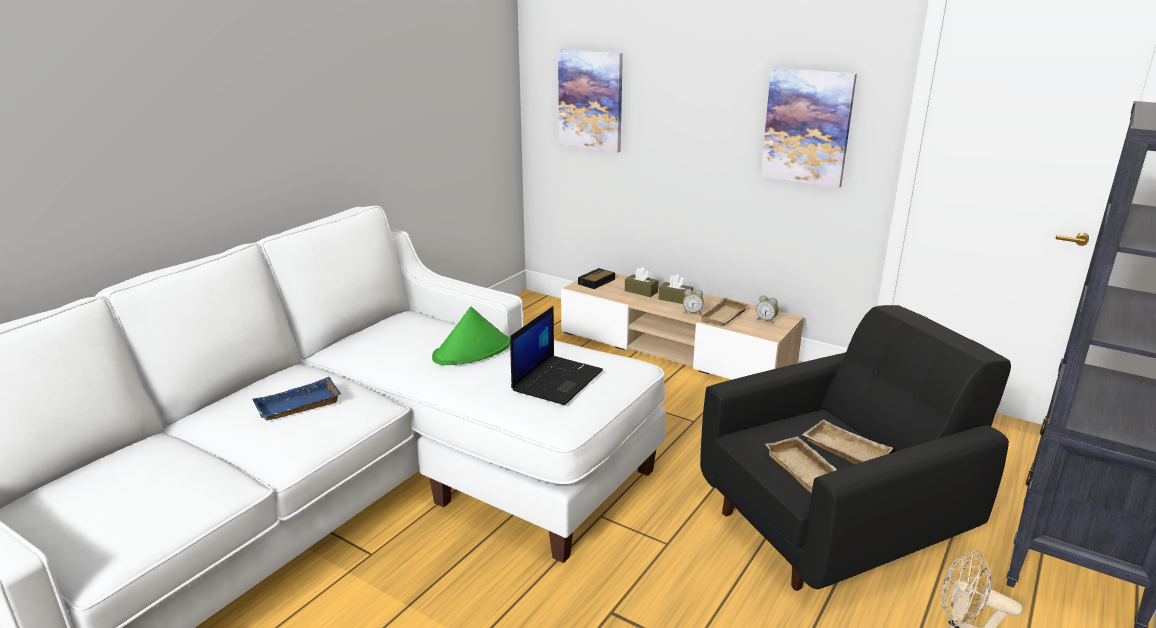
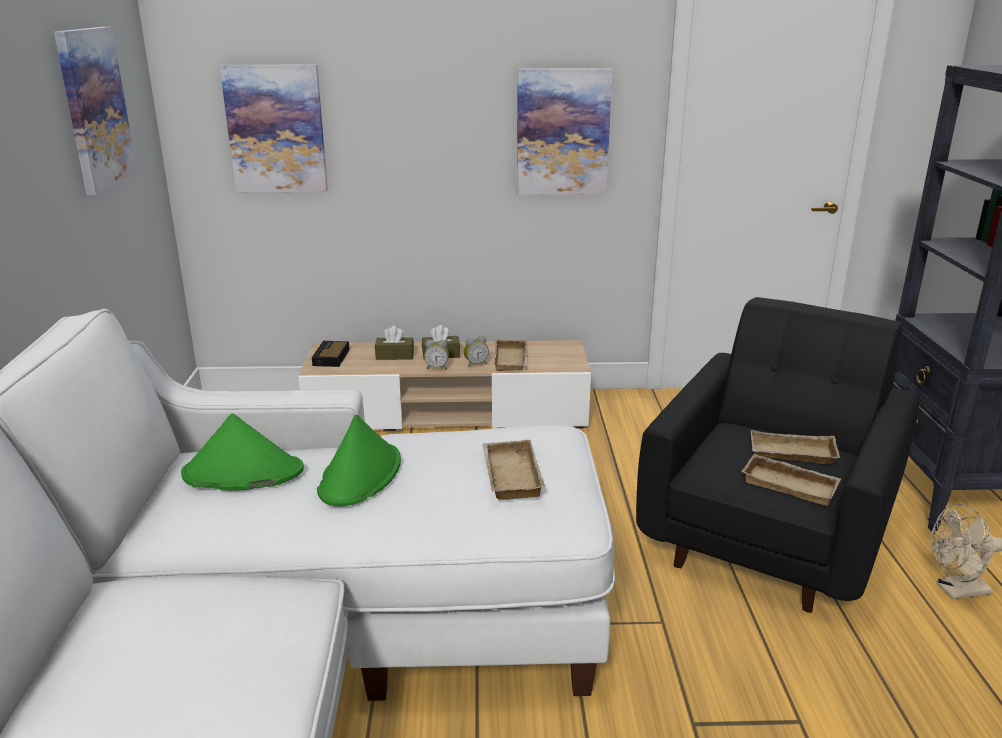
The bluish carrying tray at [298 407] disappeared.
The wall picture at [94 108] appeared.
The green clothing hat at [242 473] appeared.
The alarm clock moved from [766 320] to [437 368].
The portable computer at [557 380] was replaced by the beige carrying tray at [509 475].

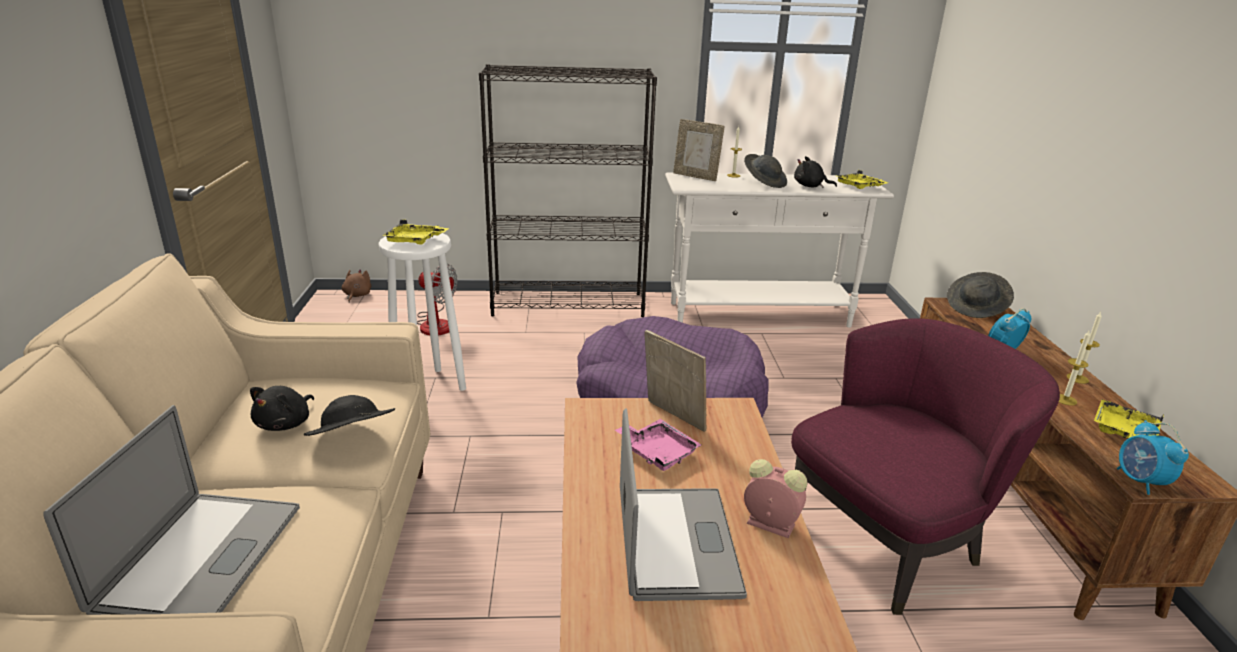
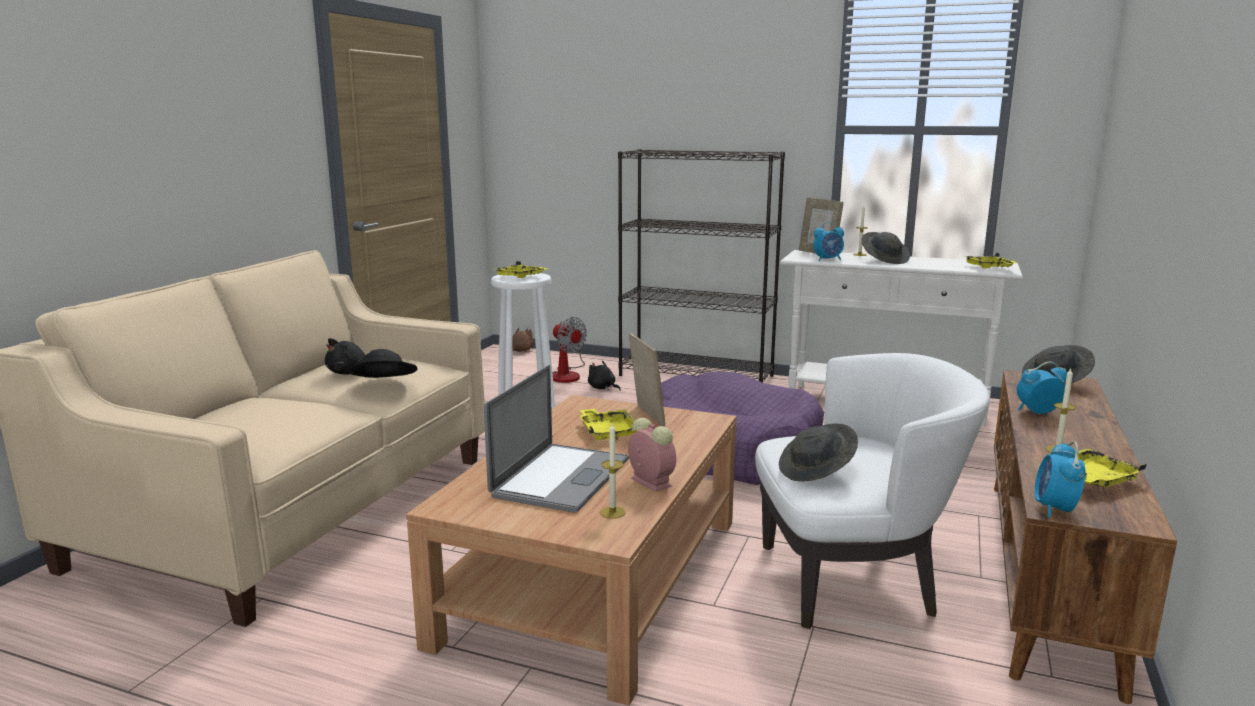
The portable computer at [201 557] disappeared.
The grey clothing hat at [817 471] appeared.
The alarm clock at [828 260] appeared.
The black-coloured soft toy moved from [810 186] to [602 388].
The wax candle moved from [1077 378] to [612 512].
The pink carrying tray at [657 452] became the yellow-coloured carrying tray at [608 432].
The purplish lounge chair at [889 542] became the white-coloured lounge chair at [852 581].

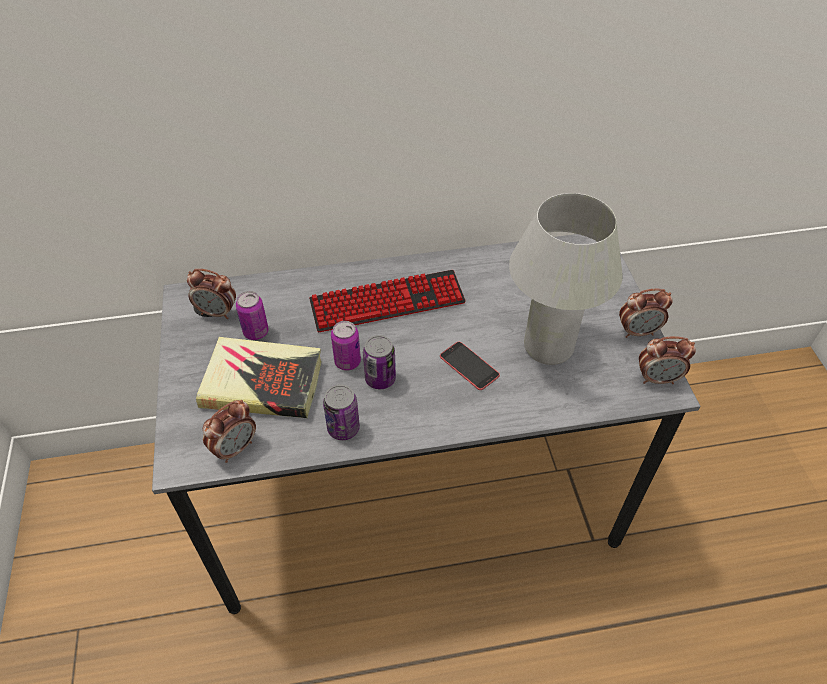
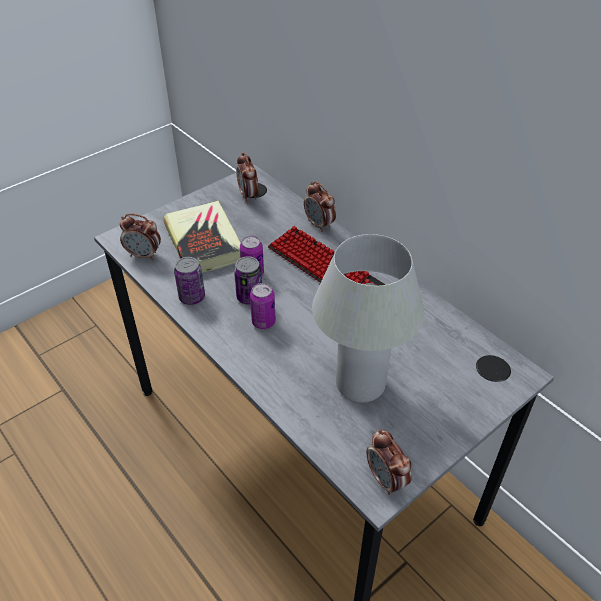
The phone at [469 366] disappeared.
The metal can moved from [256 332] to [263 322].
The alarm clock moved from [638 331] to [319 225].

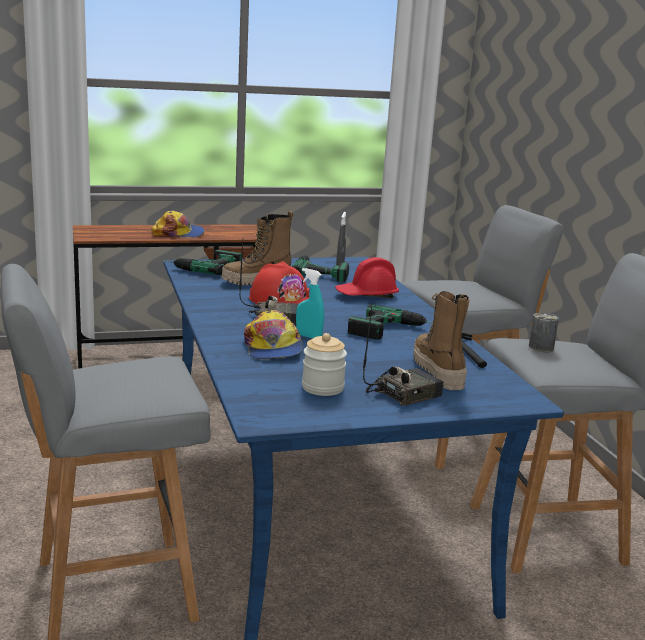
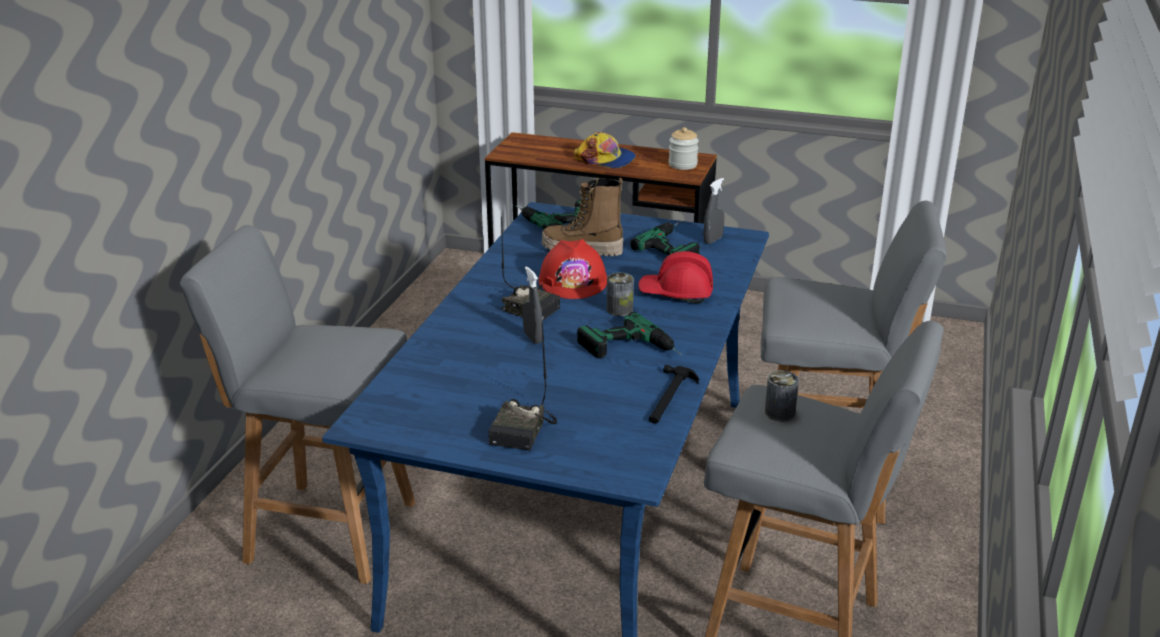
The baseball cap at [272 348] disappeared.
The high-top boot at [437 371] disappeared.
The metal can at [619 309] appeared.
The preserve jar moved from [322 388] to [682 165].
The blue-green sprayer at [308 336] became the grey sprayer at [533 338].
The radio at [403 393] turned 105 degrees clockwise.

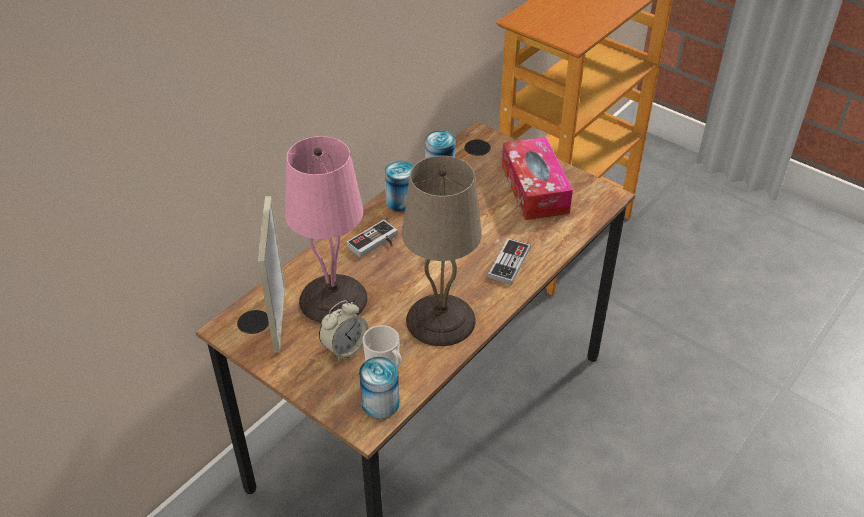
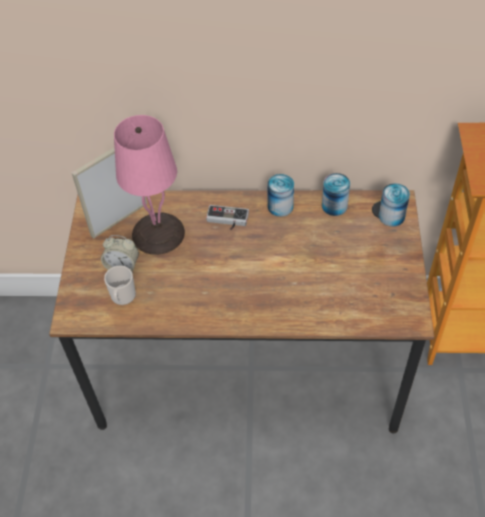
The beige tabletop lamp at [439 320] disappeared.
The gamepad at [509 263] disappeared.
The box of tissues at [534 189] disappeared.
The metal can moved from [380 403] to [391 216].

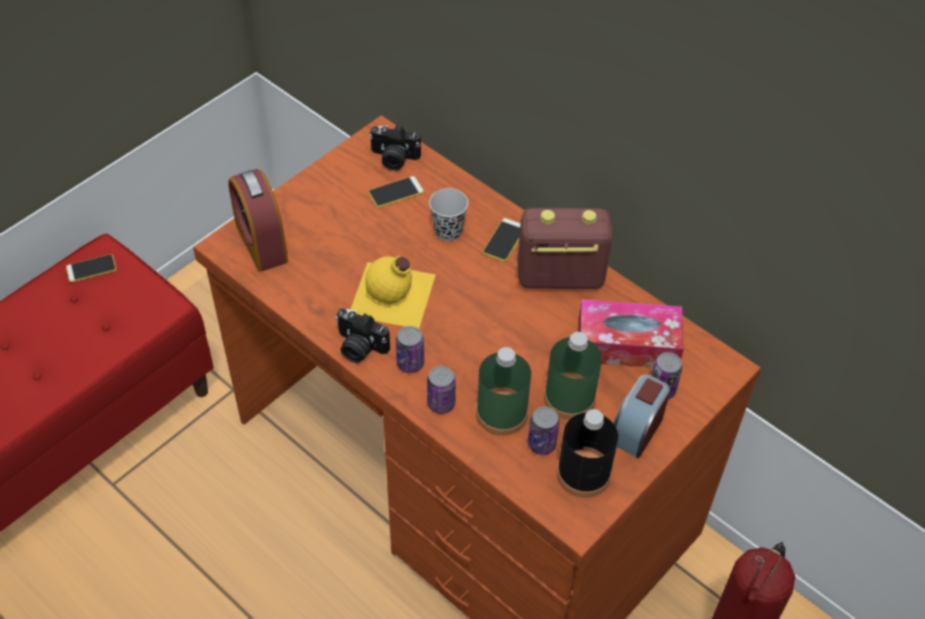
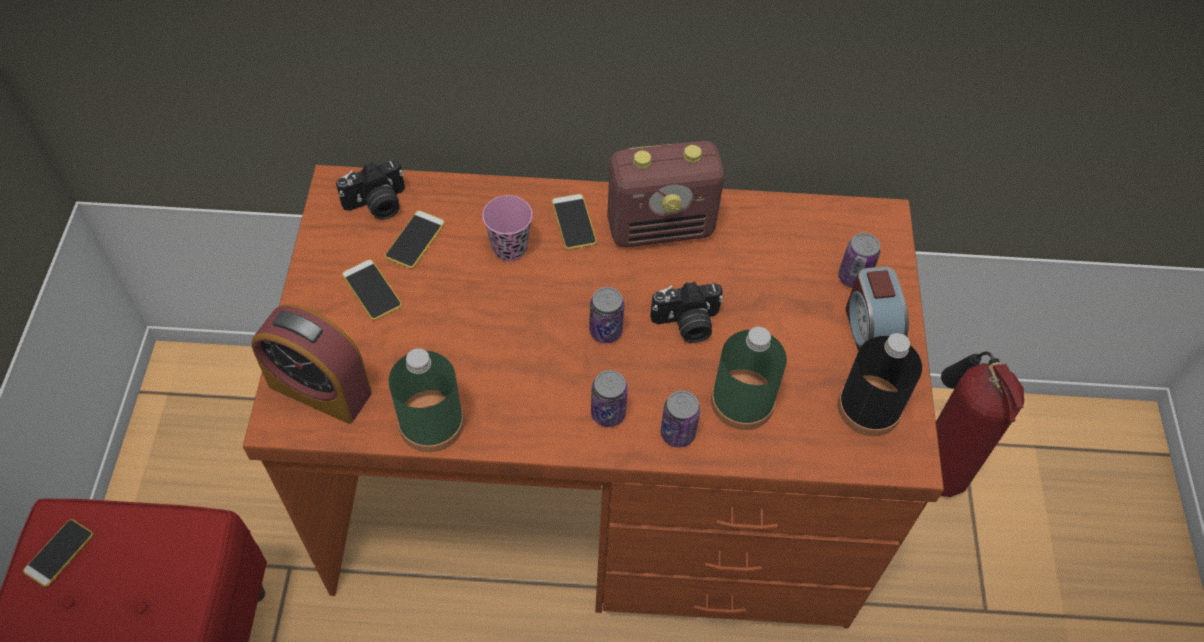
The yellow-coloured bottle at [393 296] disappeared.
The box of tissues at [627 344] disappeared.
The phone at [372 290] appeared.
The still camera moved from [359 347] to [687 324].
The metal can moved from [541 444] to [605 331].
The green bottle moved from [569 398] to [431 423].
The black-coloured cup at [448 231] became the pink cup at [509 248].
The radio at [559 278] turned 150 degrees counterclockwise.

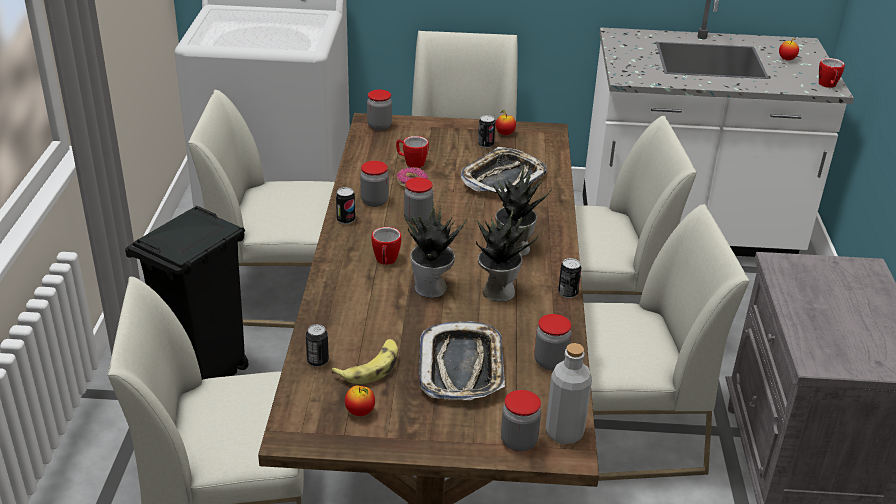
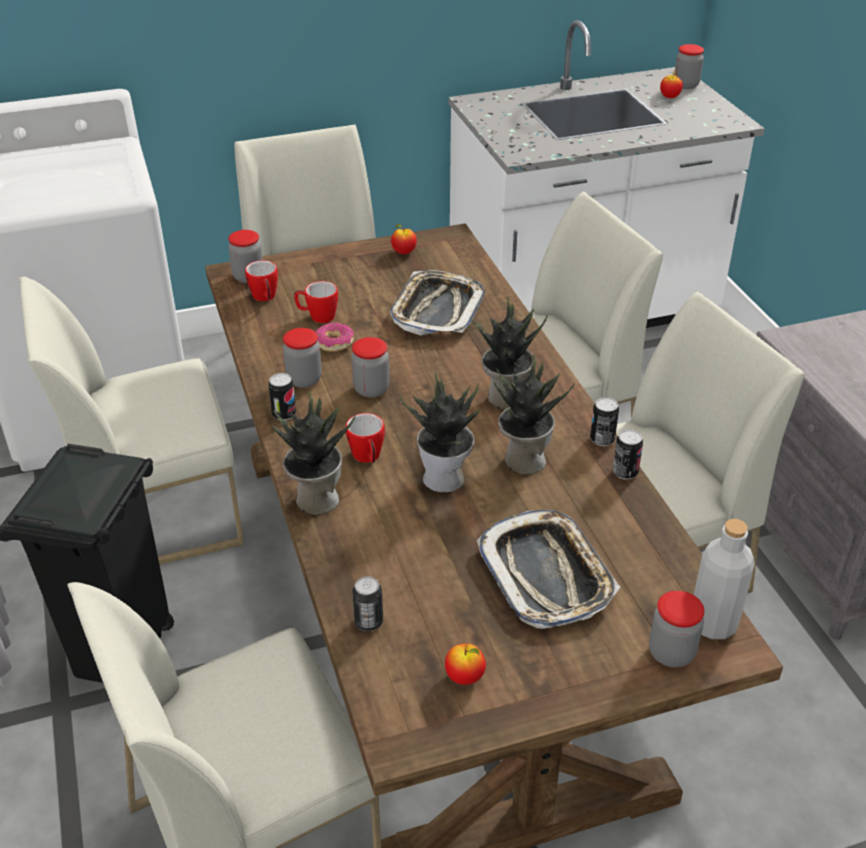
The banana fruit at [370 367] disappeared.
The plant in a pot at [315 500] appeared.
The metal can moved from [485 144] to [625 472].
The preserve jar moved from [550 362] to [686 85].
The tea mug moved from [828 86] to [265 298].

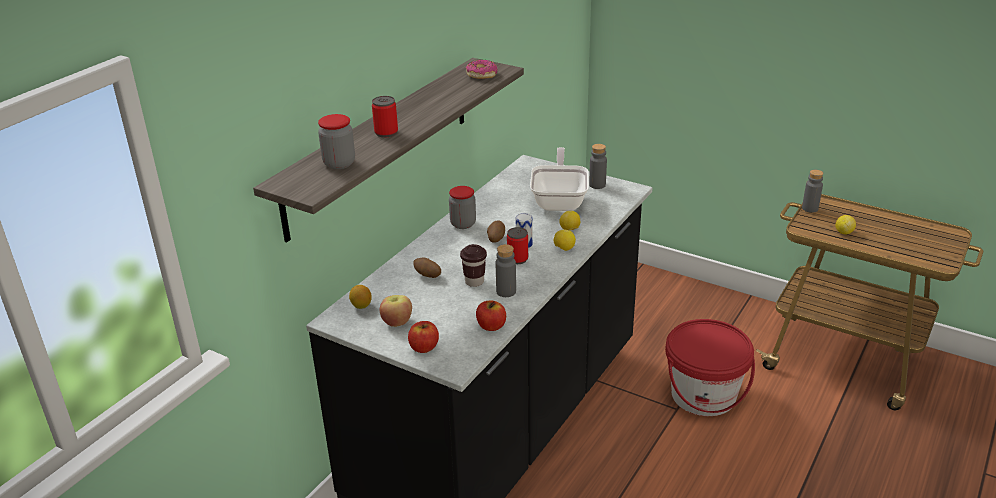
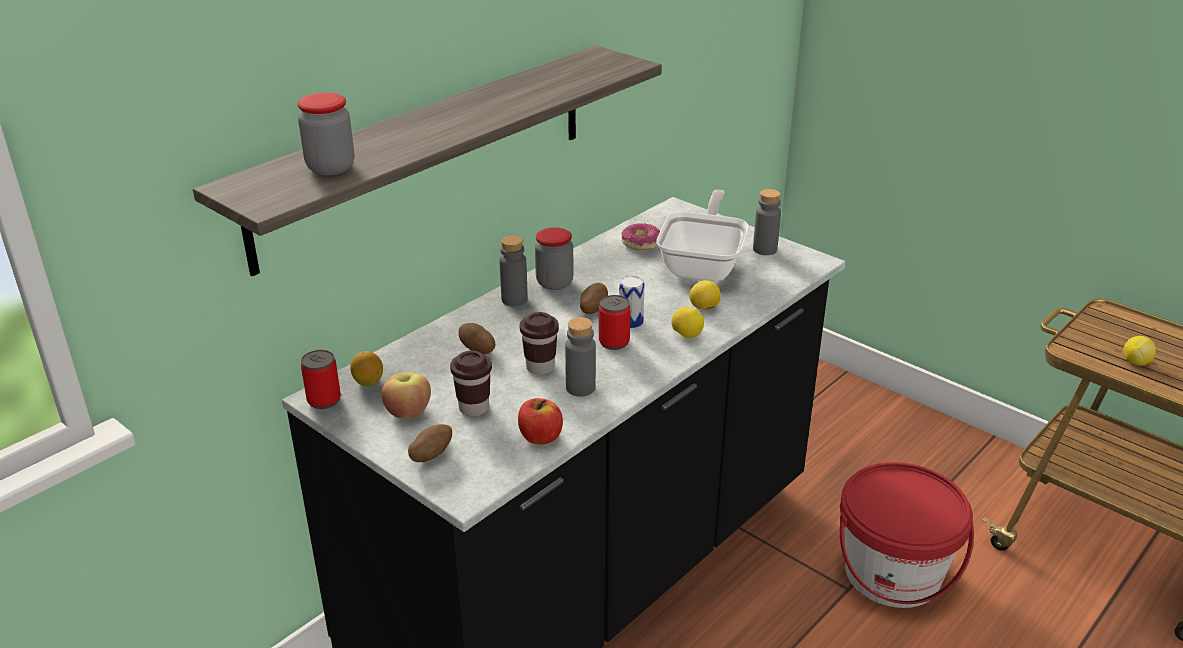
The brown cup at [474 408] appeared.
The metal can moved from [386 133] to [324 400].
The ring doughnut moved from [481 74] to [641 243].
The grey bottle moved from [810 208] to [514 300].
The apple at [424 347] was replaced by the spud at [431 456].

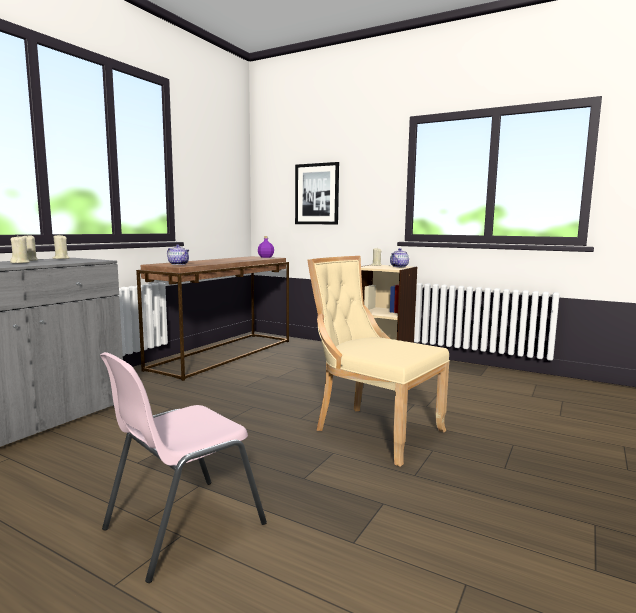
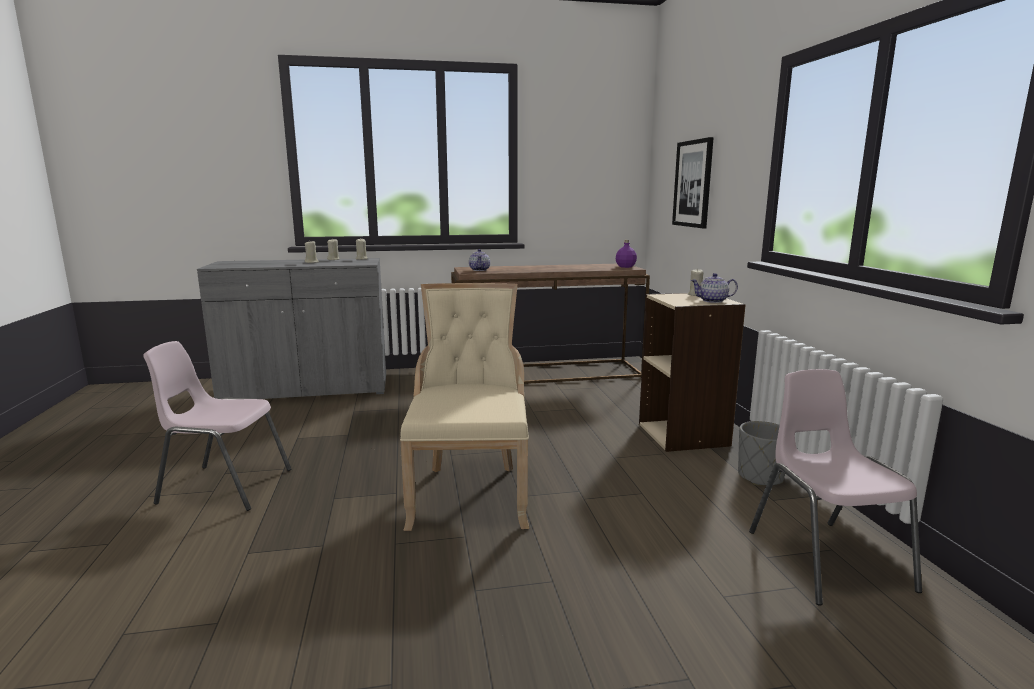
The grey plant pot at [760 477] appeared.
The pink chair at [825 559] appeared.

